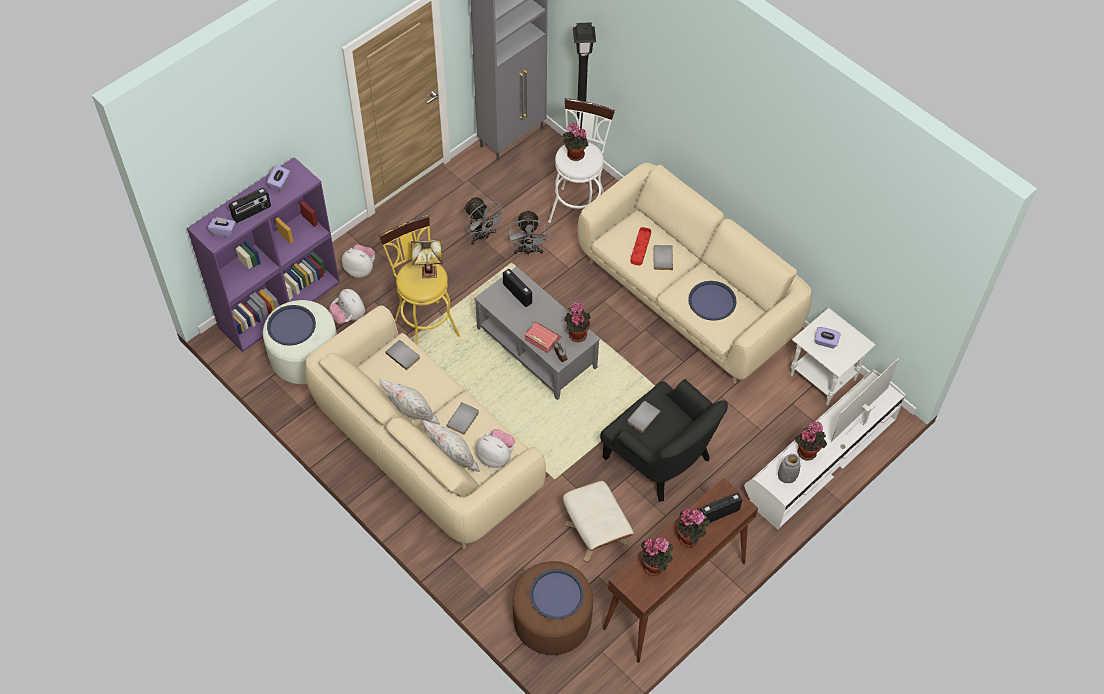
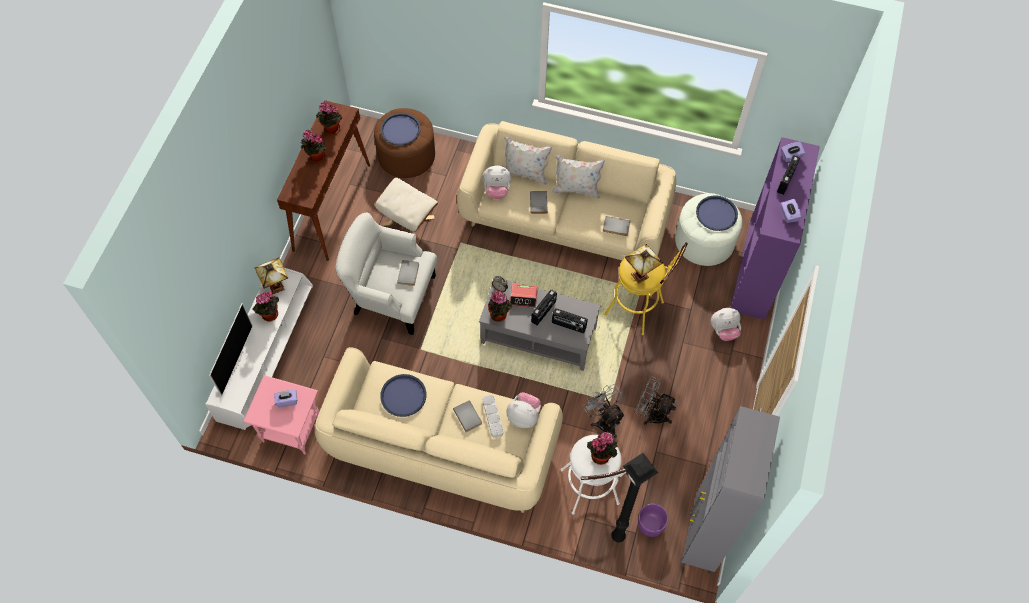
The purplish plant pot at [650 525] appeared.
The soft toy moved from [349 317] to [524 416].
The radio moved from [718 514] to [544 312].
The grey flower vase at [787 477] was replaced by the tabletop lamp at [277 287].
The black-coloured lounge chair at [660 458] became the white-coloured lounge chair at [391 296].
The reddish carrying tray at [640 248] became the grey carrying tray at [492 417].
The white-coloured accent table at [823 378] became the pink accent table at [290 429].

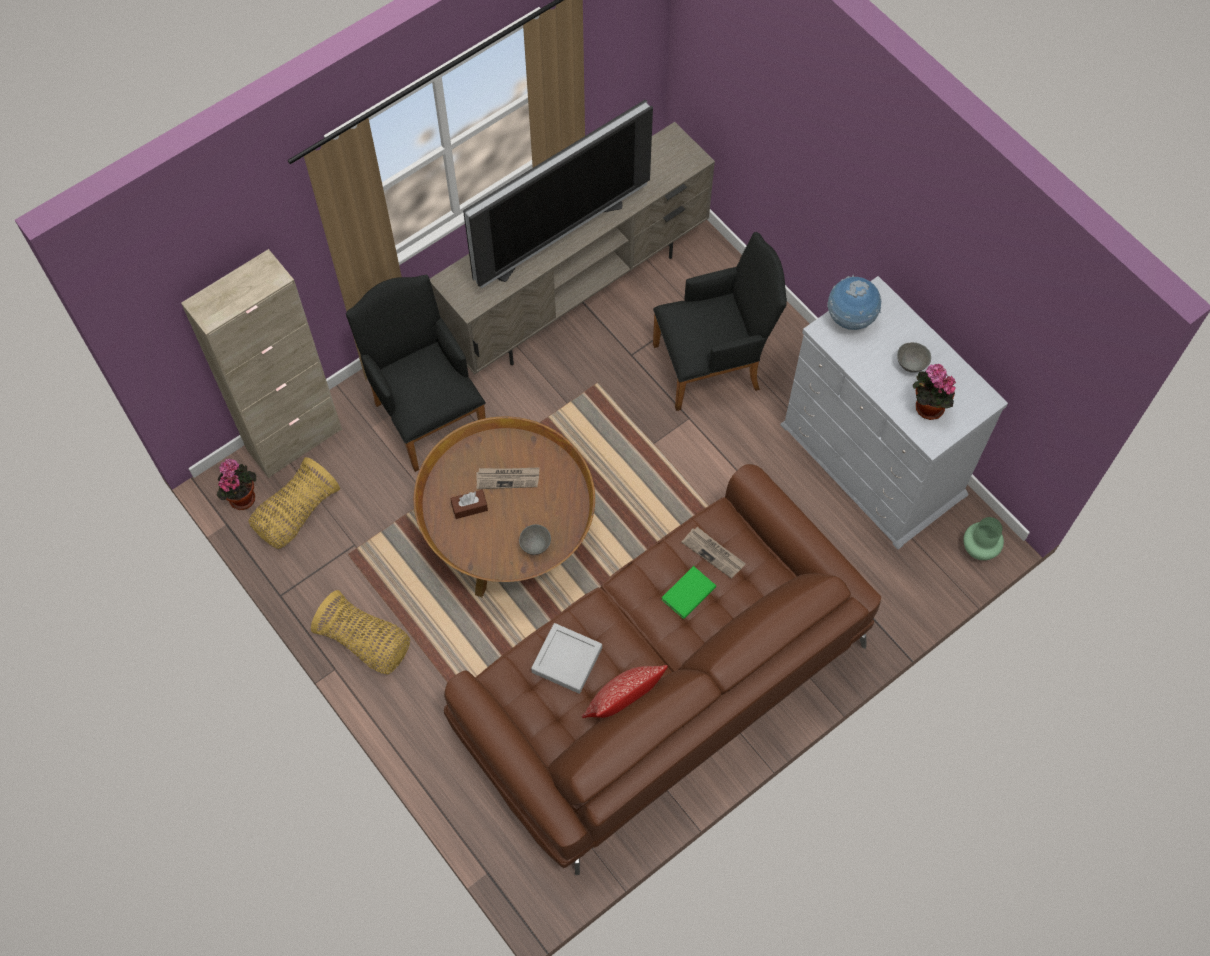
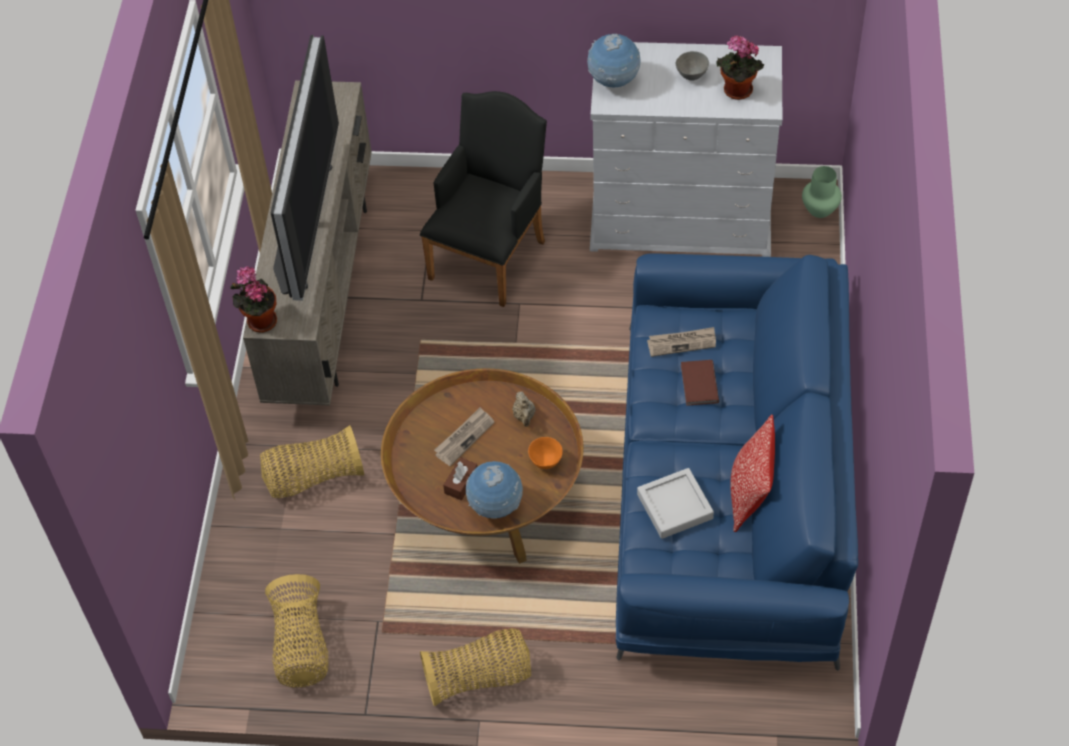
The beige storage cabinet at [295 440] disappeared.
The desk globe at [495 506] appeared.
The beige teapot at [524 416] appeared.
The plant in a pot moved from [241 496] to [259 320].
The black-coloured lounge chair at [427 412] was replaced by the household basket at [313 477].
The brown settee at [659 684] became the bluish settee at [728 492].
The grey serving bowl at [535 546] became the orange serving bowl at [546 462].
The green volume at [687 593] became the brown volume at [698 384].

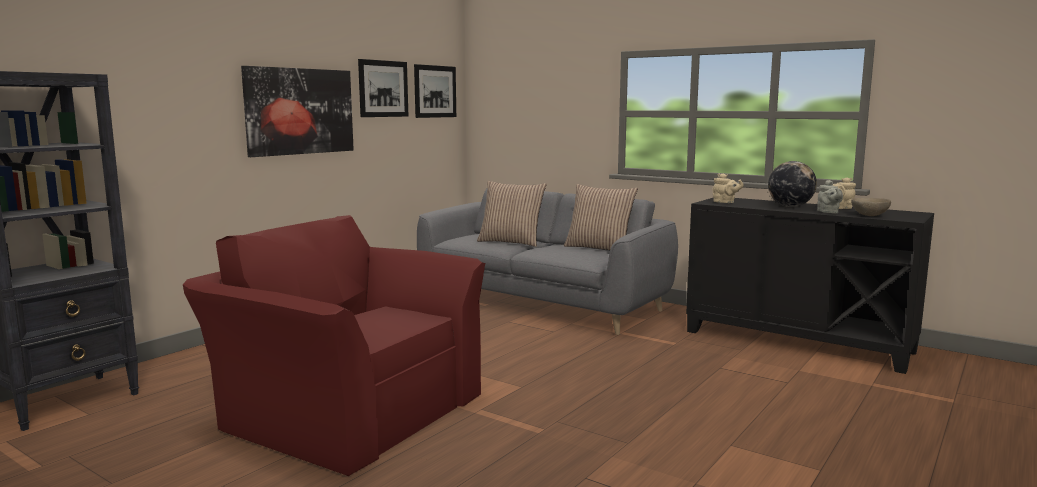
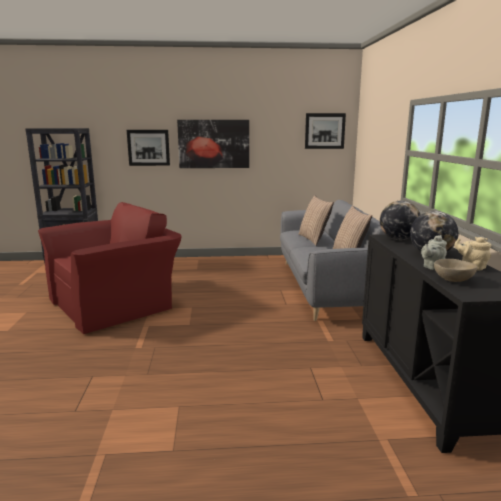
The wall picture moved from [383 88] to [148 147].
The beige teapot at [725 202] was replaced by the desk globe at [398 239].
The reddish lounge chair at [346 409] turned 60 degrees clockwise.

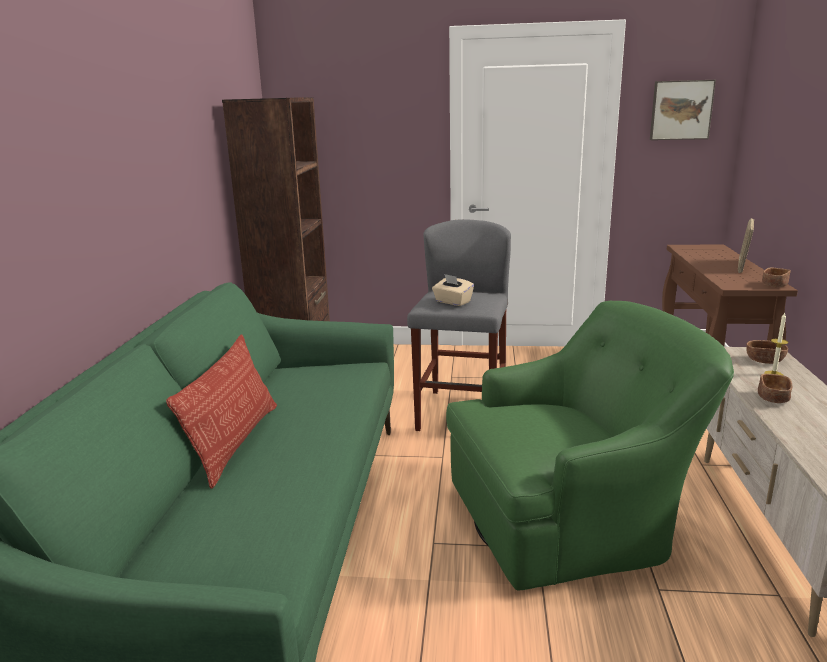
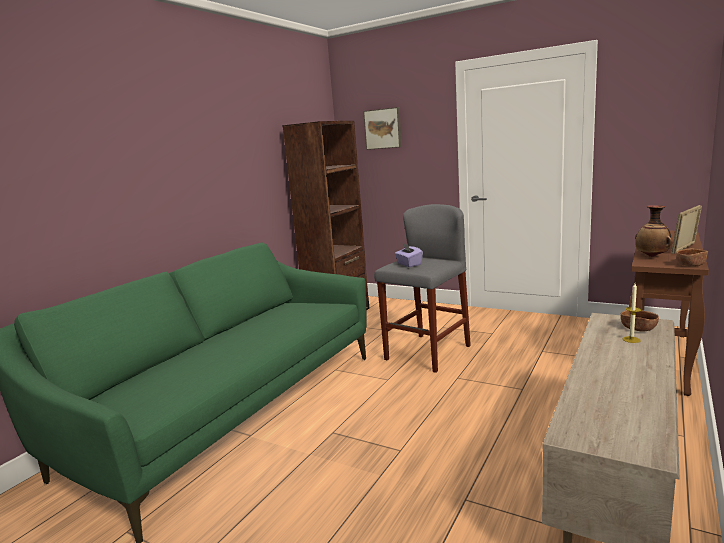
The throw pillow at [235 442] disappeared.
The green lounge chair at [572 518] disappeared.
The brown serving bowl at [773 398] disappeared.
The flower vase at [652 256] appeared.
The wall picture moved from [681 110] to [383 128].
The beige box of tissues at [452 302] became the purplish box of tissues at [409 264].

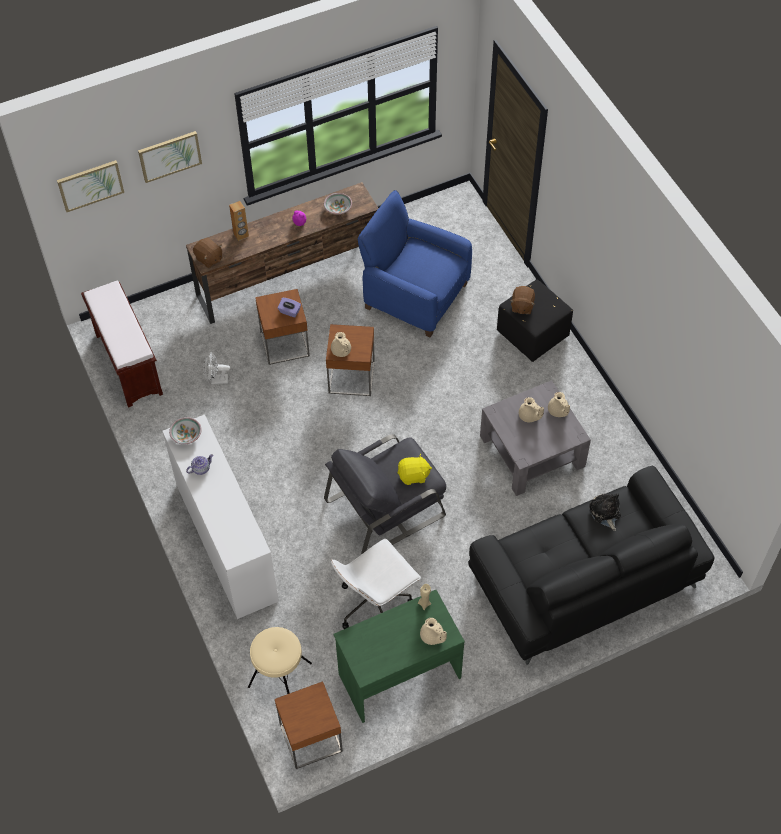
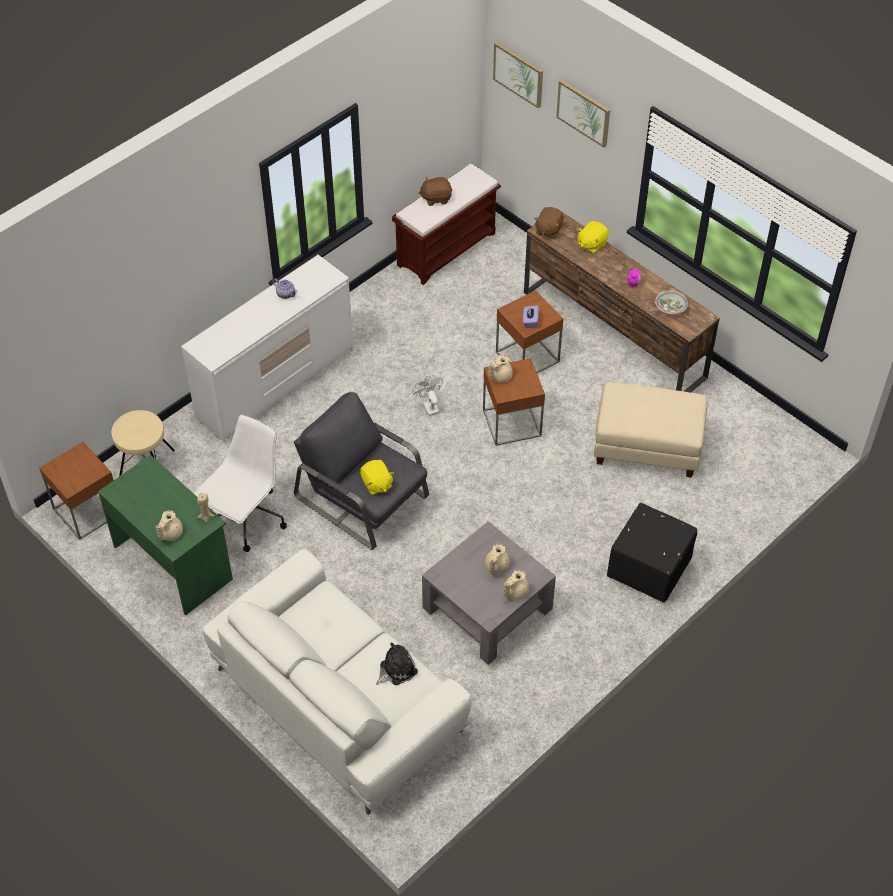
The serving bowl at [186 435] disappeared.
The white-coloured cooling fan moved from [216 380] to [429 405].
The brown soft toy moved from [522 306] to [436 198].
The brown speaker at [241 235] was replaced by the yellow-coloured soft toy at [591 244].
The bluish lounge chair at [414 295] was replaced by the beige footrest at [648 446].
The black-coloured settee at [584 580] became the white-coloured settee at [338 699].
The white-coloured desk chair at [375 604] turned 90 degrees clockwise.

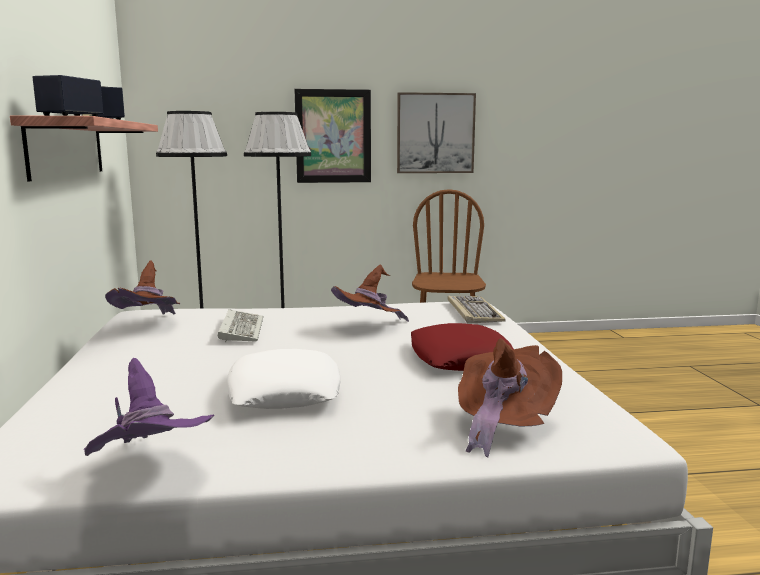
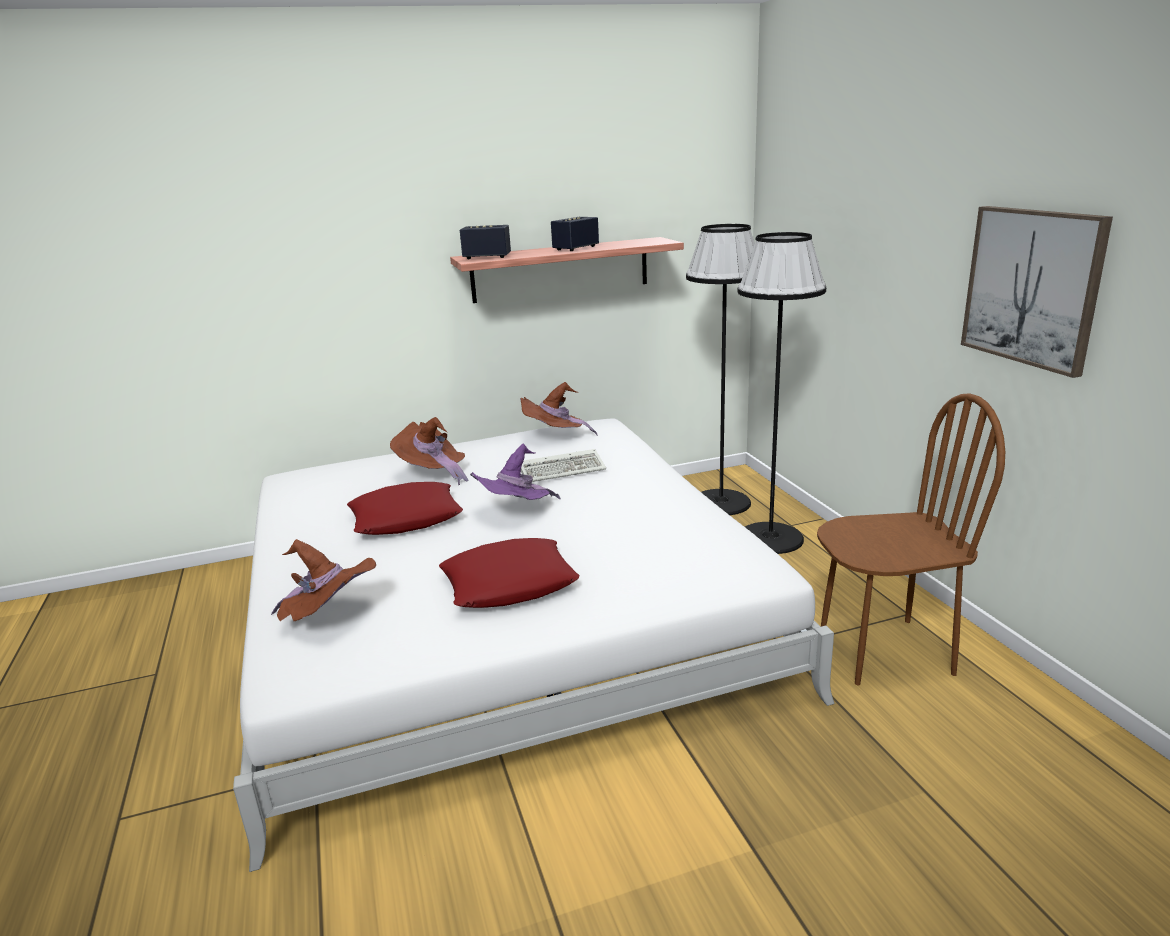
The wall picture at [333 136] disappeared.
The computer keyboard at [473 312] disappeared.
The purplish clothing hat moved from [149 473] to [516 513].
The brown clothing hat moved from [369 328] to [432 473].
The white-coloured throw pillow at [284 391] became the reddish throw pillow at [406 518].

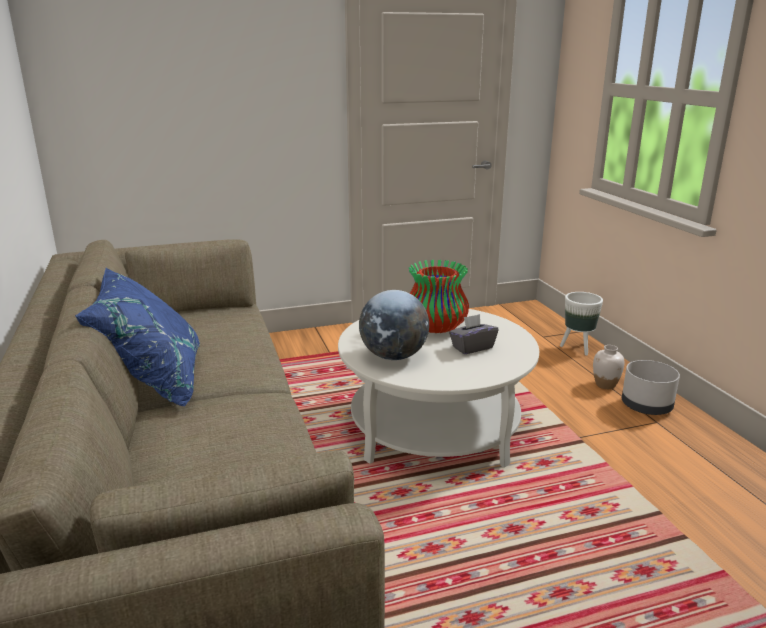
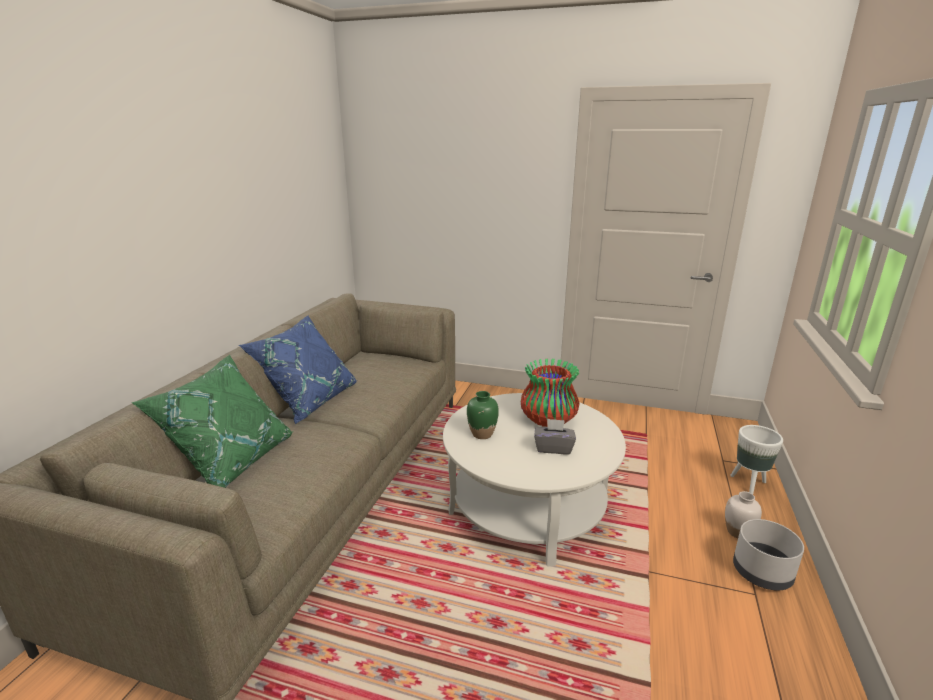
The green throw pillow at [231 461] appeared.
The desk globe at [394 356] was replaced by the green flower vase at [482 434].

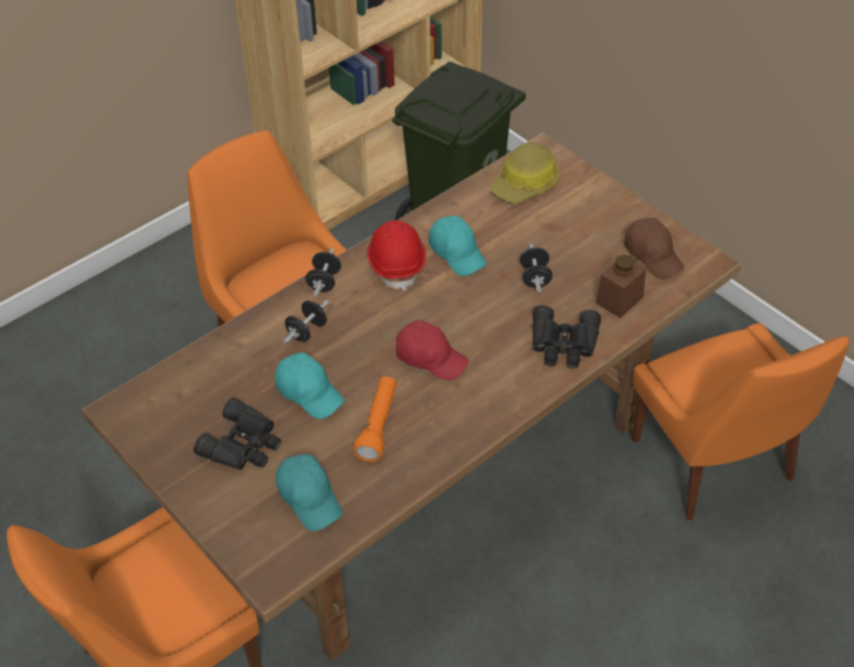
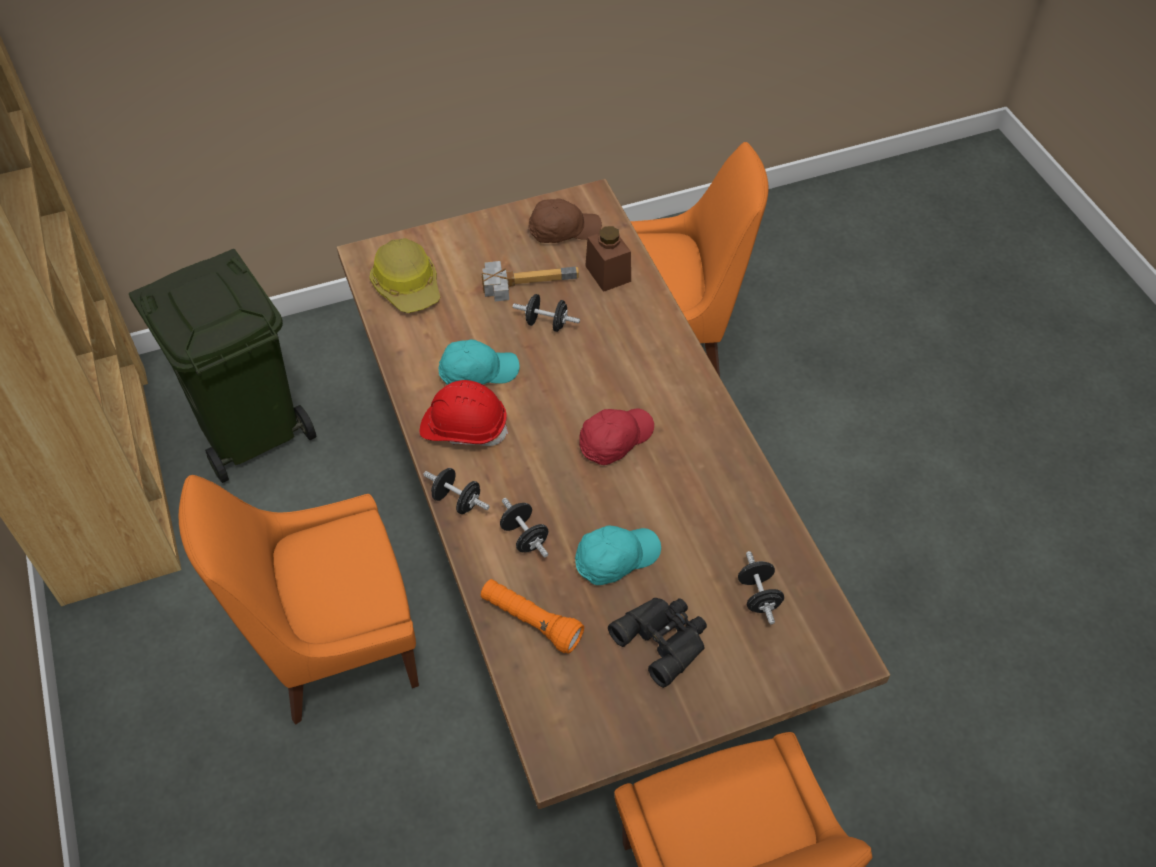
The black-coloured binoculars at [563 344] disappeared.
The hand hammer at [526 280] appeared.
The orange torch moved from [378 426] to [530 621].
The blue-green baseball cap at [309 498] was replaced by the black-coloured hand weight at [758 596].

